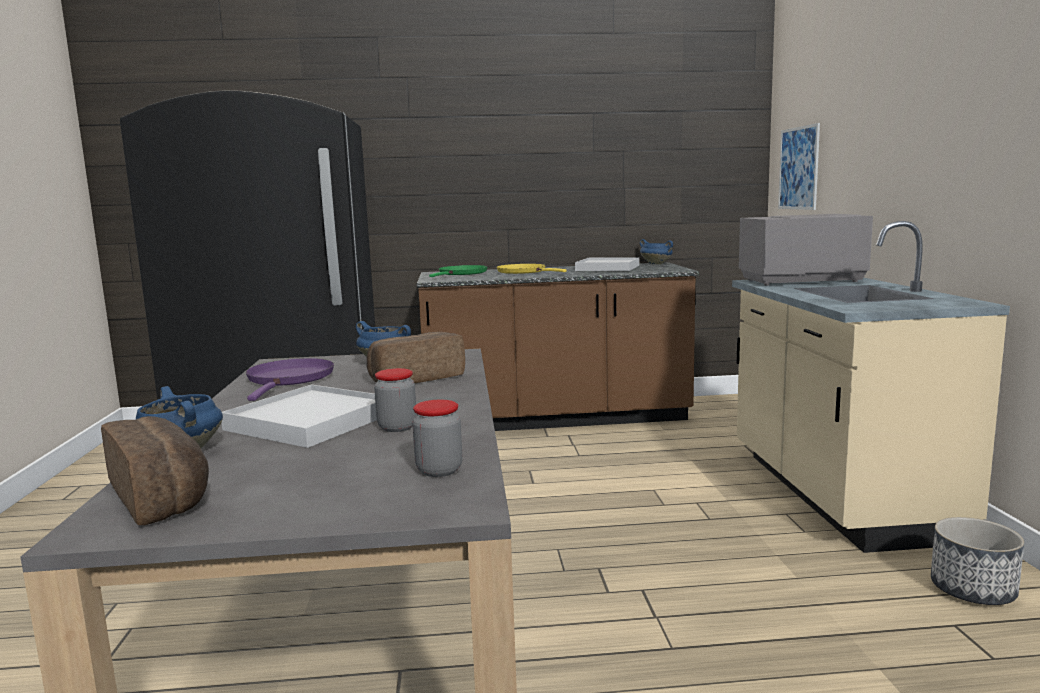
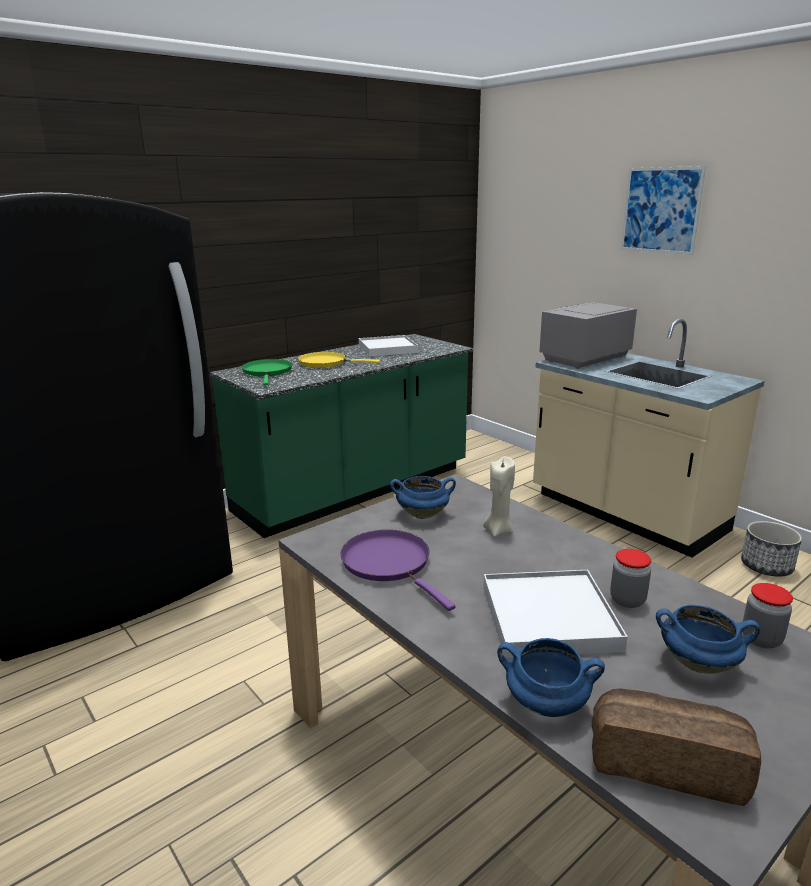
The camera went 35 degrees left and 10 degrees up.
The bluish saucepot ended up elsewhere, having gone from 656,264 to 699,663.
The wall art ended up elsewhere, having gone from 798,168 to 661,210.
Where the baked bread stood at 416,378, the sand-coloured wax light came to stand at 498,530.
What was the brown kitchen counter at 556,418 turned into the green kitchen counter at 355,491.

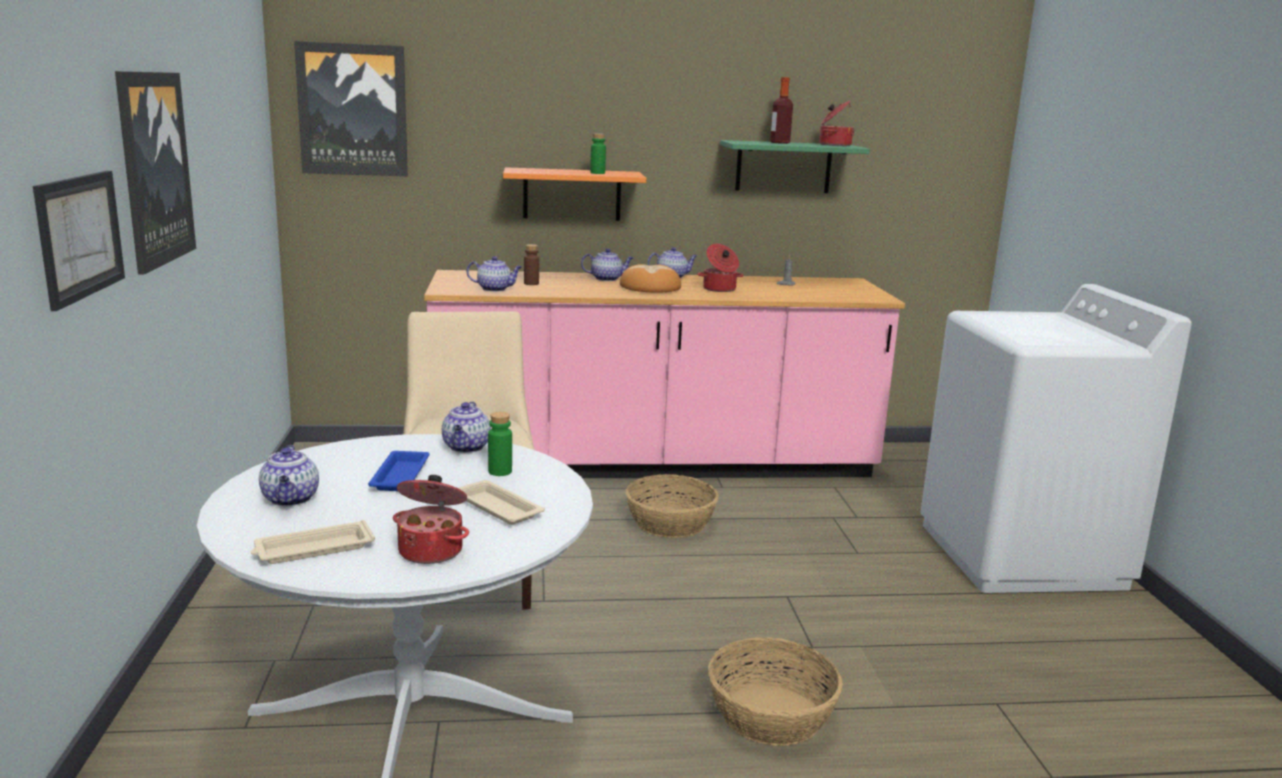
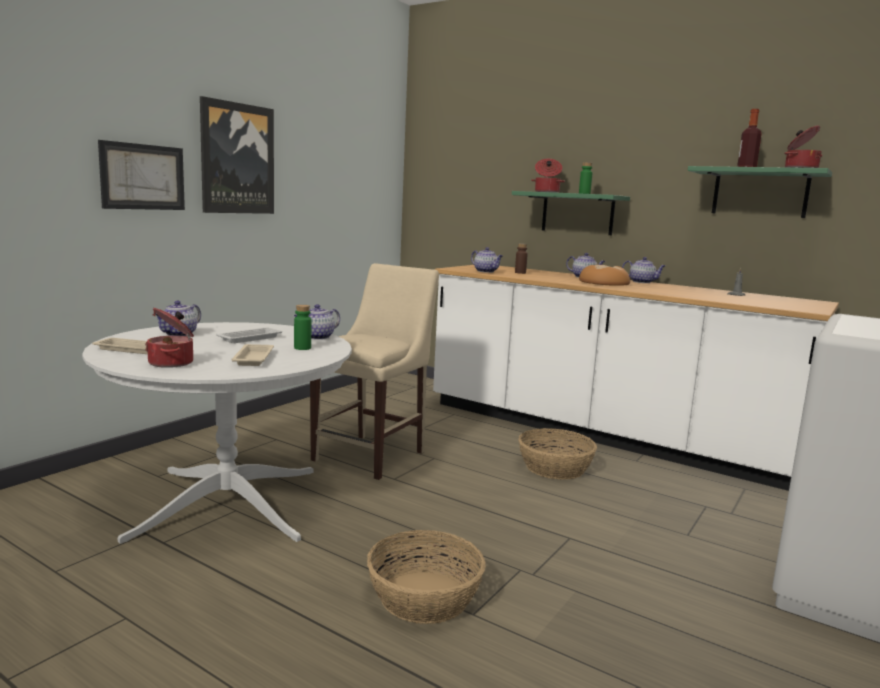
The camera went 40 degrees right and 5 degrees down.
The second view lost the wall art at 353,110.
The saucepot ended up elsewhere, having gone from 719,289 to 546,192.
What was the bluish tray at 401,475 turned into the white tray at 251,338.
What was the pink kitchen counter at 654,465 turned into the white kitchen counter at 602,434.
What was the orange-coloured shelf at 572,194 turned into the green shelf at 577,213.

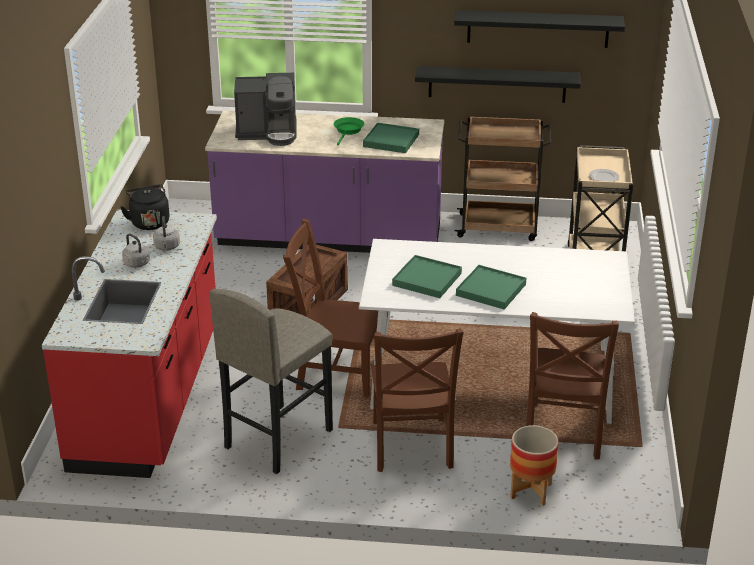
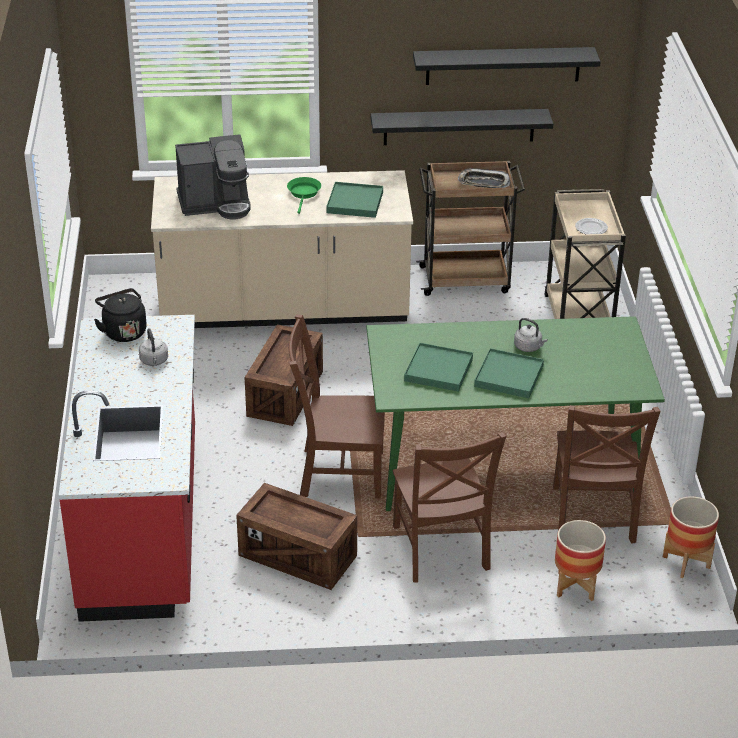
The camera went 10 degrees left and 5 degrees up.
The second view gained the tray at 483,183.
The second view gained the planter at 686,562.
The gray tea kettle ended up elsewhere, having gone from 138,264 to 529,347.
Where the gray stool seat stood at 277,438, the shipping crate came to stand at 297,556.
What was the purple kitchen counter at 329,237 turned into the sand-coloured kitchen counter at 284,308.
What was the white dinner table at 490,378 turned into the green dinner table at 502,462.

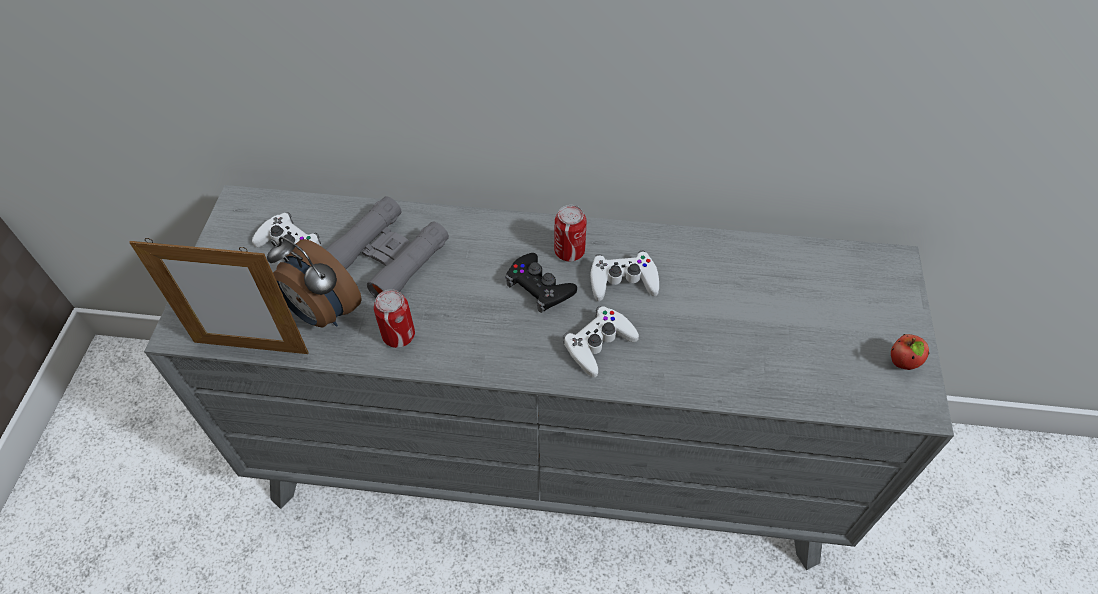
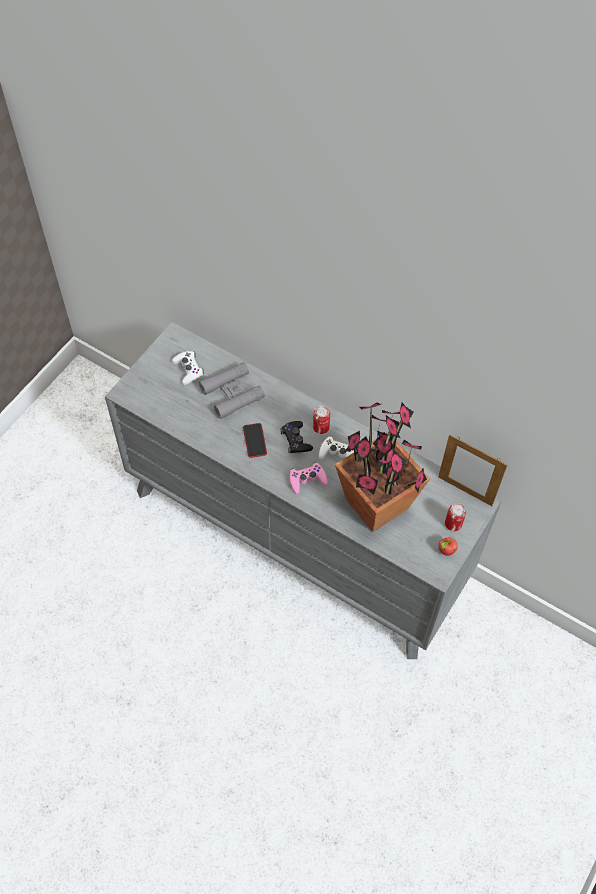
The camera went 25 degrees right and 5 degrees up.
The second view lost the alarm clock at 322,313.
The second view gained the phone at 255,440.
The second view gained the potted plant at 376,505.
The picture frame ended up elsewhere, having gone from 251,347 to 465,491.
The can ended up elsewhere, having gone from 398,335 to 453,524.
What was the white gamepad at 598,344 turned into the pink gamepad at 307,480.

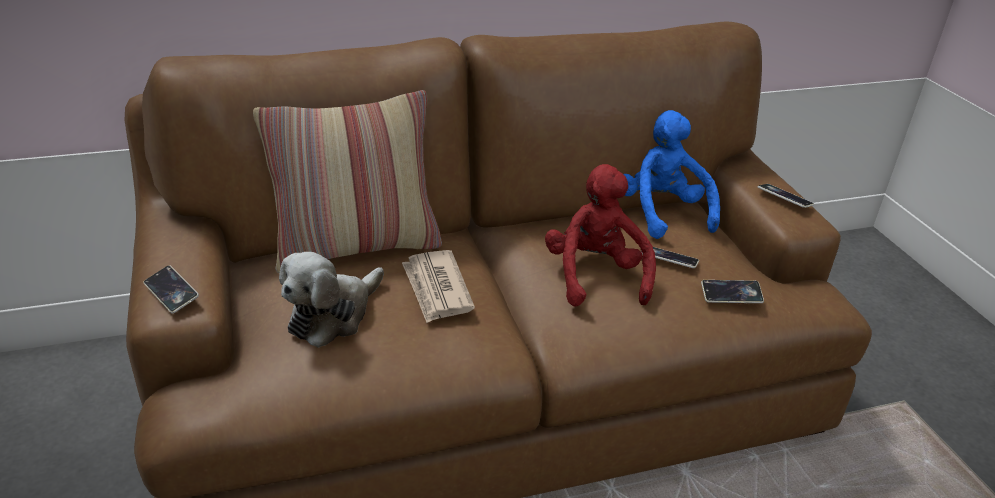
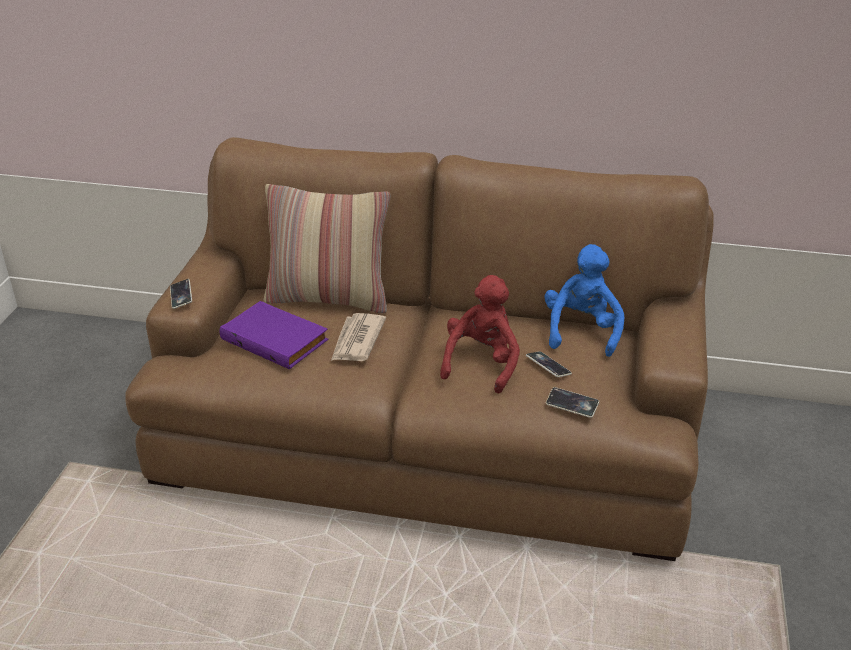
The camera went 30 degrees right and 0 degrees up.
The second view lost the phone at 784,199.
Where the soft toy stood at 333,315, the purple bound book came to stand at 276,339.

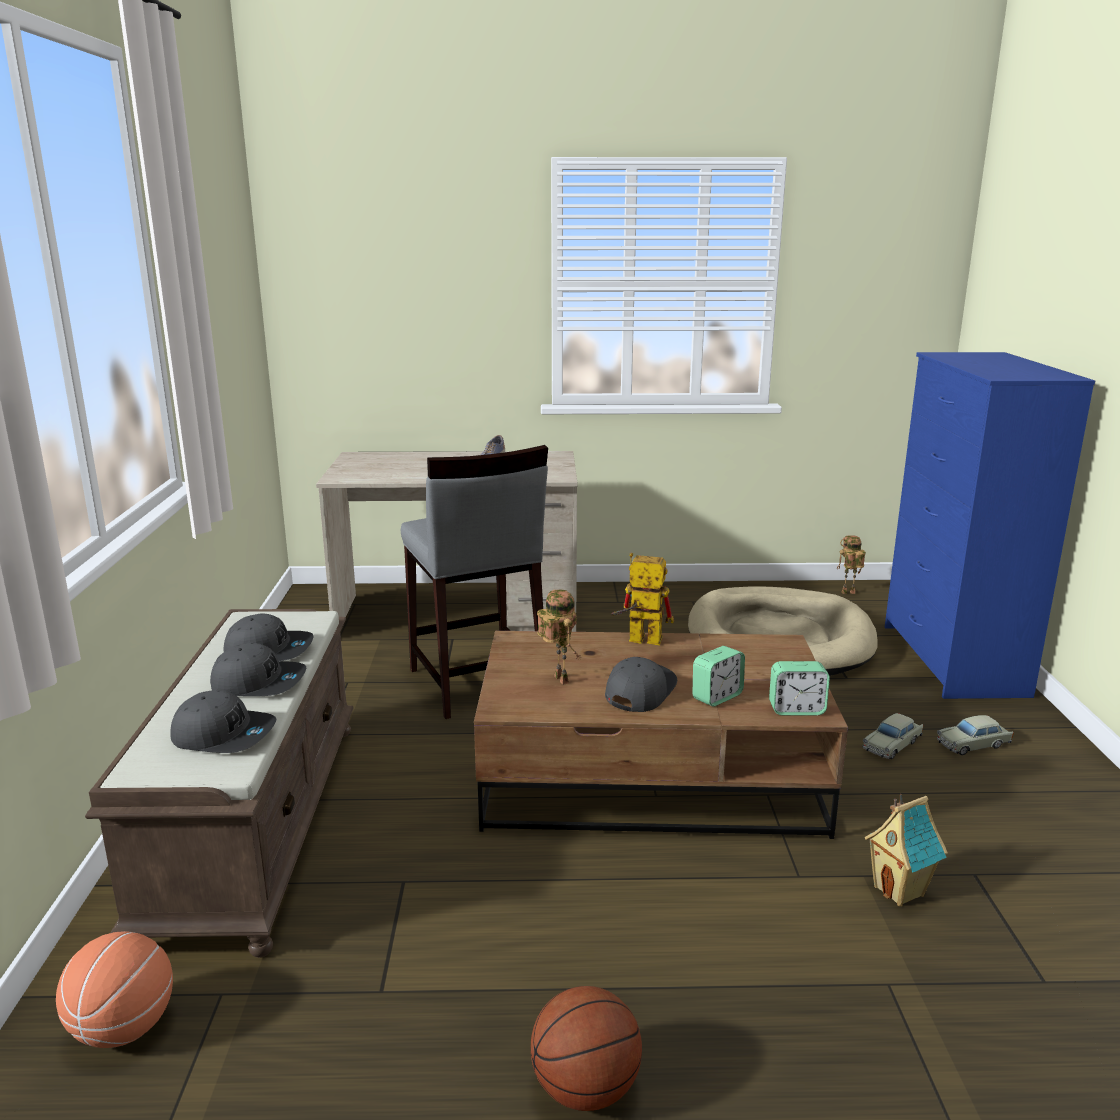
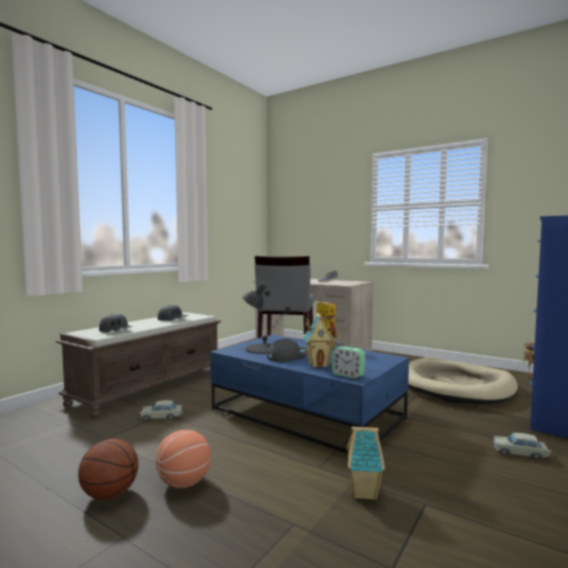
The camera went 35 degrees right and 15 degrees down.
The second view lost the gray peaked cap at 259,682.
The ball for basketball ended up elsewhere, having gone from 124,1027 to 184,482.
The sand-coloured model car ended up elsewhere, having gone from 892,745 to 162,417.
Where the toy robot stood at 558,679, the black-coloured lamp for a table came to stand at 264,348.
Where the alarm clock stood at 717,697, the toy house came to stand at 318,364.
What was the brown low table at 652,777 turned into the bluish low table at 308,414.

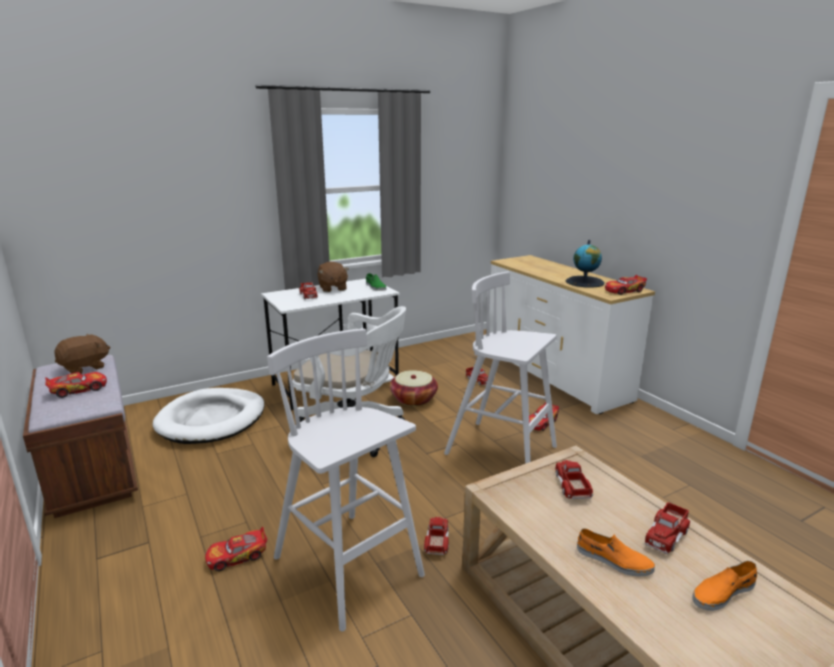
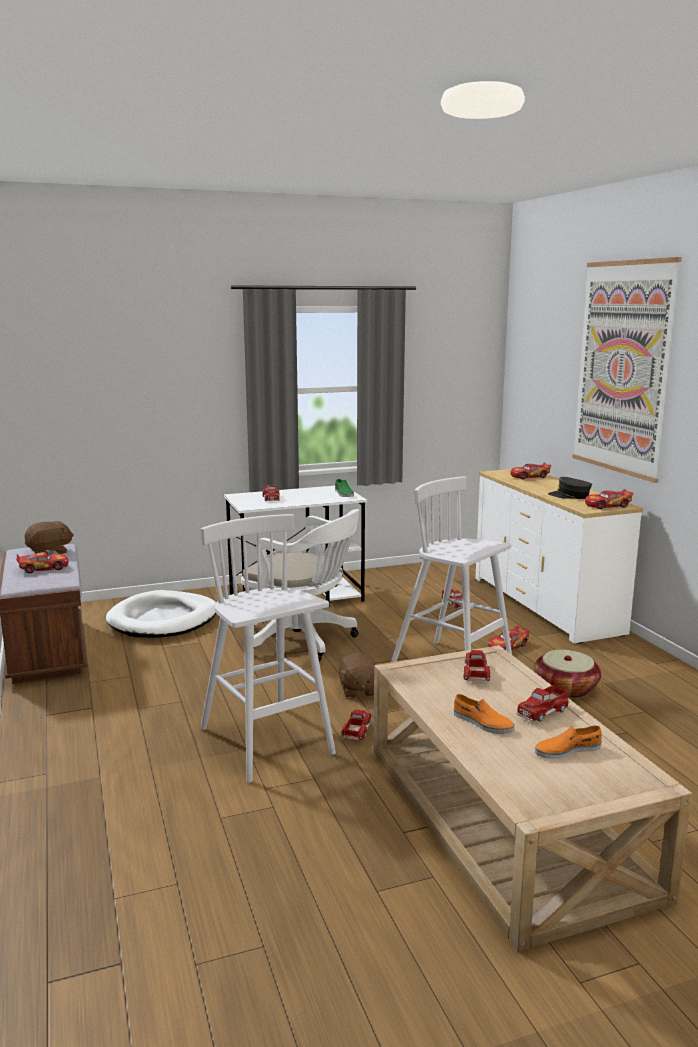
The camera went 10 degrees right and 5 degrees down.
The second view gained the wall art at 622,368.
The model car ended up elsewhere, having gone from 237,556 to 530,476.
The brown soft toy ended up elsewhere, having gone from 332,288 to 358,690.
The storage basket ended up elsewhere, having gone from 413,399 to 566,688.
Where the desk globe stood at 585,282, the gray peaked cap came to stand at 570,496.

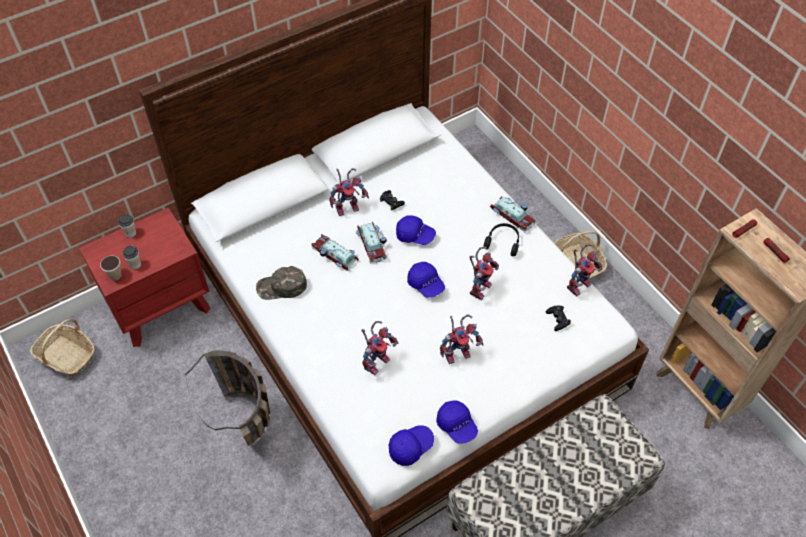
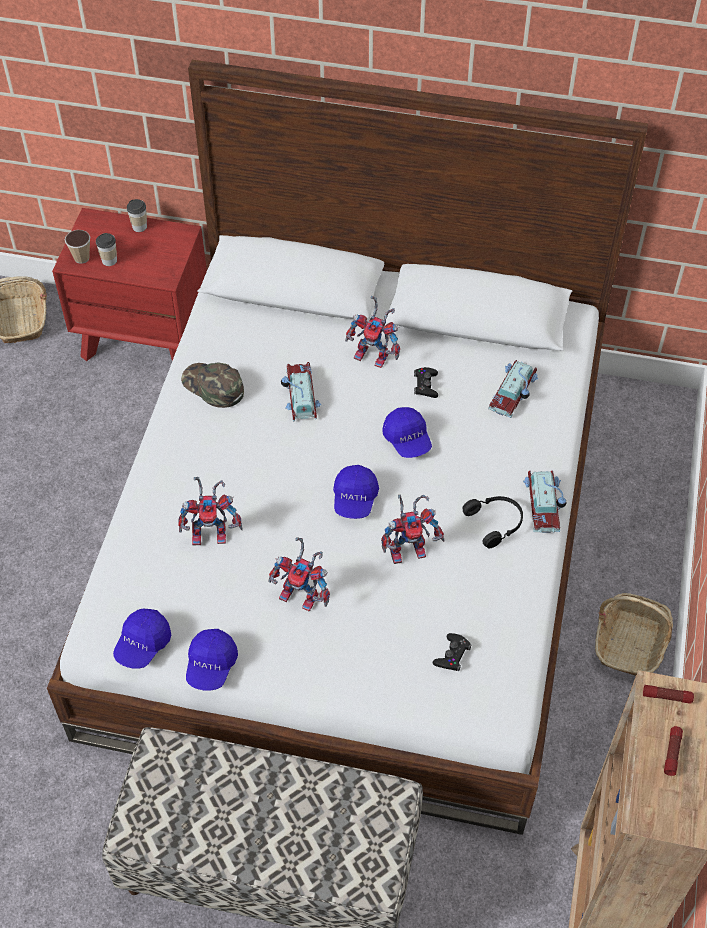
The camera went 45 degrees right and 0 degrees up.
The second view lost the storage basket at 250,427.
The second view lost the toy robot at 578,283.
The model car ended up elsewhere, having gone from 372,243 to 514,391.
The bluish peaked cap at 410,447 ended up facing another way, 105 degrees clockwise from before.

